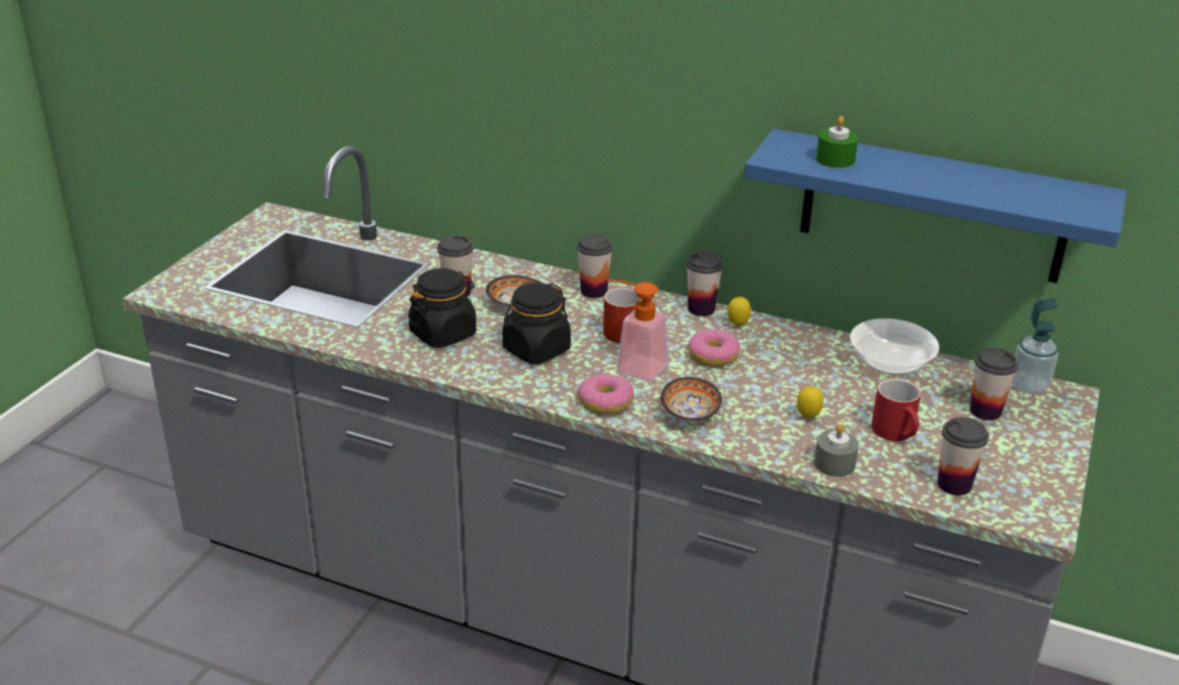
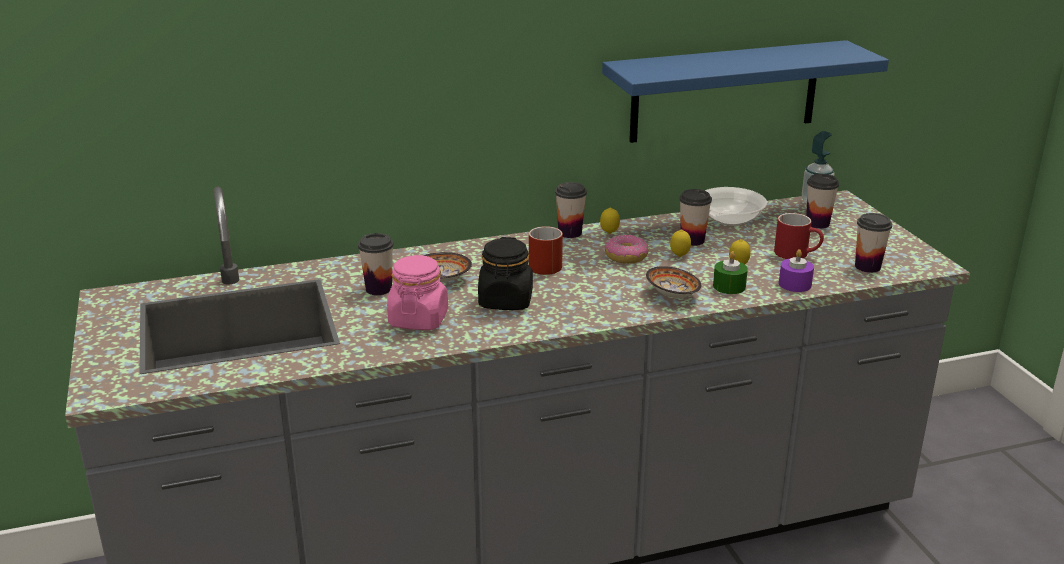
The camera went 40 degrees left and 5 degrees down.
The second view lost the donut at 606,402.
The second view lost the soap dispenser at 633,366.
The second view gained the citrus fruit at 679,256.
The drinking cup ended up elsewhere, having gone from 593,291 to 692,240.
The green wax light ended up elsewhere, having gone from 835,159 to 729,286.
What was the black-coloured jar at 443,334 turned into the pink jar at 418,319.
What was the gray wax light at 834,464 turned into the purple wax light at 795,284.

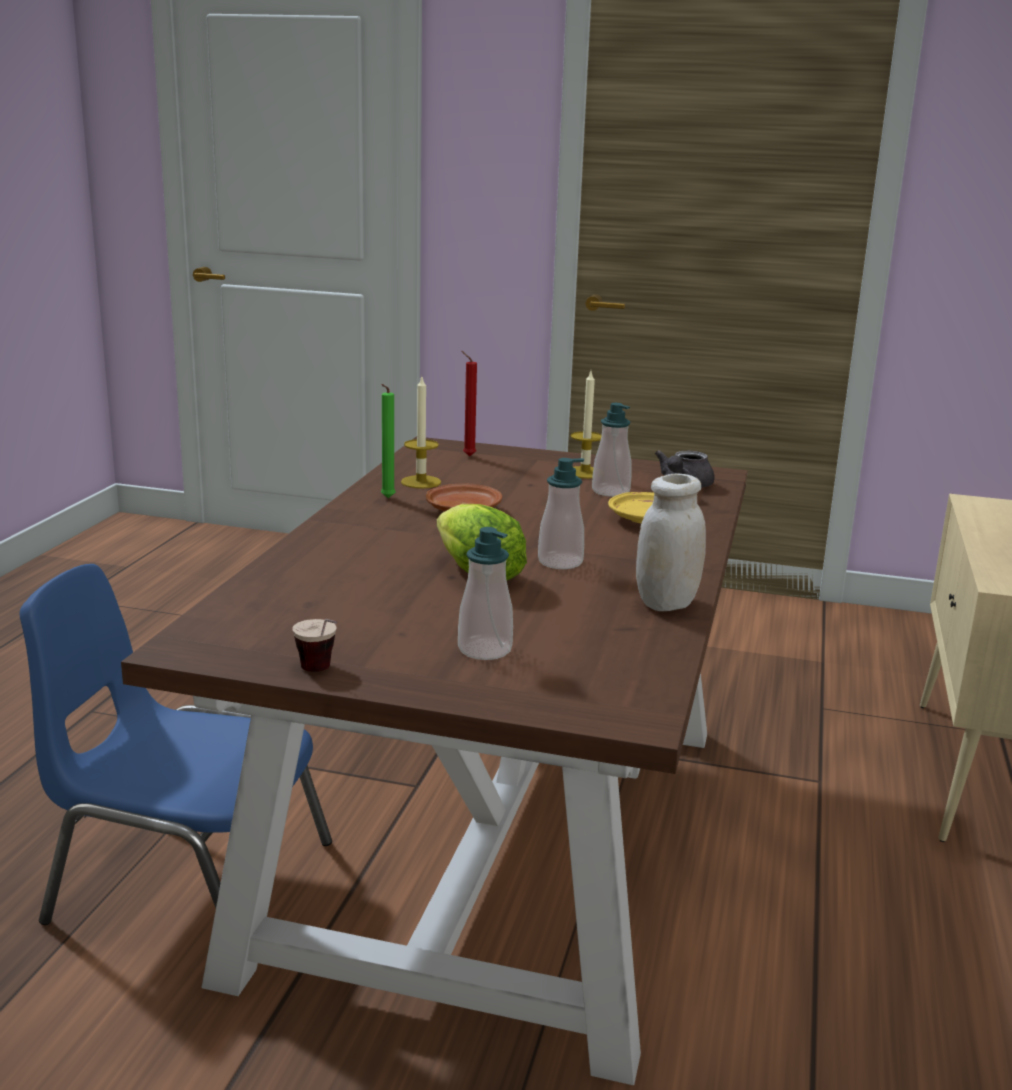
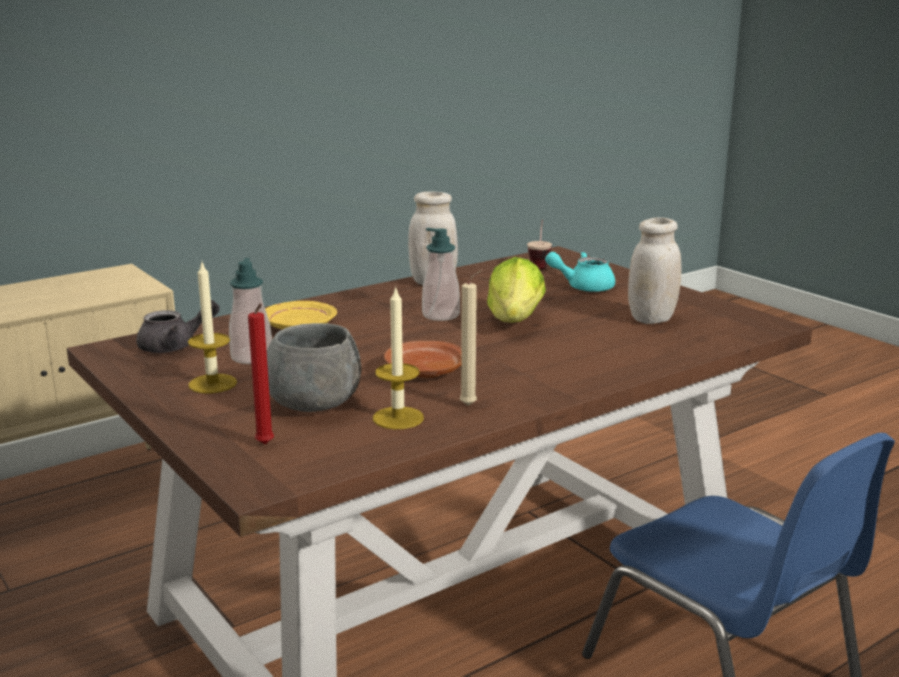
The camera went 140 degrees left and 0 degrees up.
The second view gained the gray serving bowl at 314,405.
The second view gained the white jar at 652,319.
The drinking cup ended up elsewhere, having gone from 322,673 to 539,264.
Where the soap dispenser stood at 485,649, the blue-green pot for tea came to stand at 583,287.
What was the green wax light at 386,498 turned into the sand-coloured wax light at 471,405.

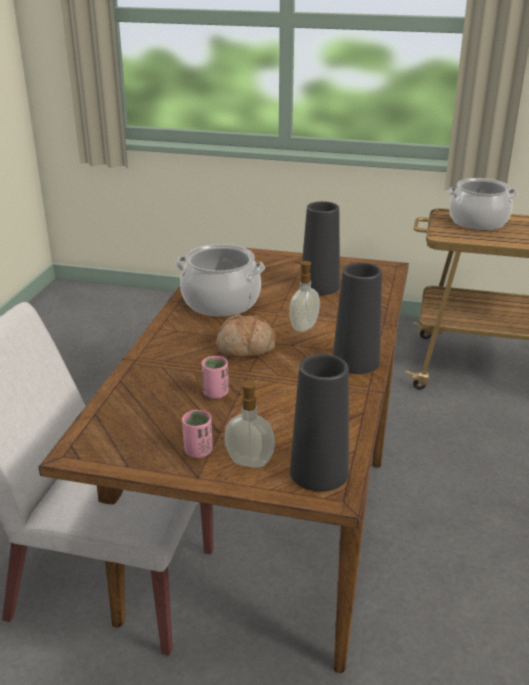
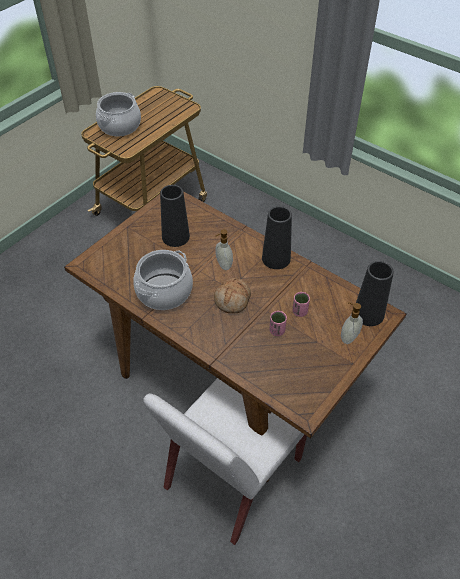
The camera went 65 degrees left and 20 degrees up.
The pink drinking cup ended up elsewhere, having gone from 198,451 to 300,311.

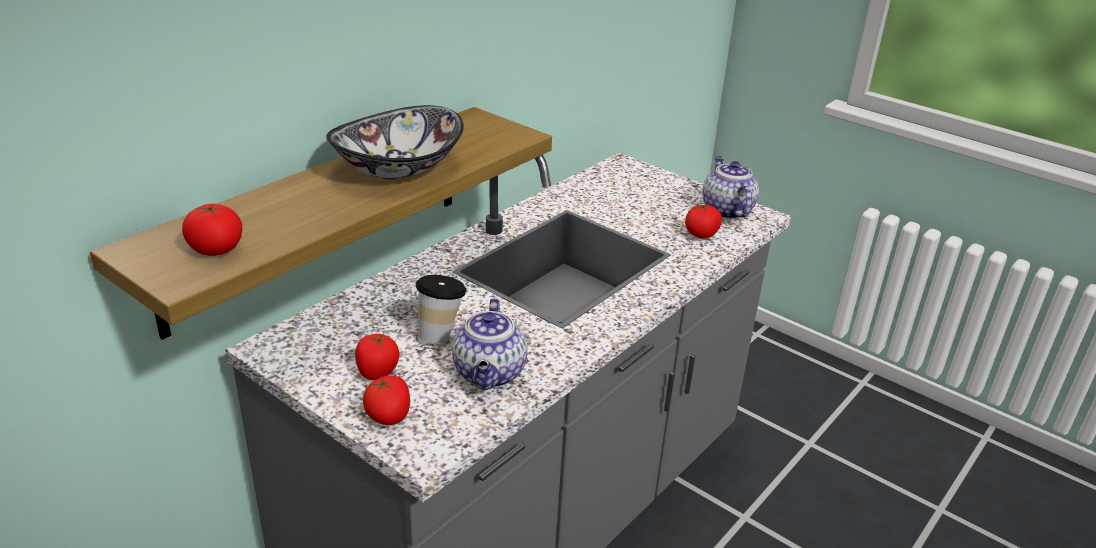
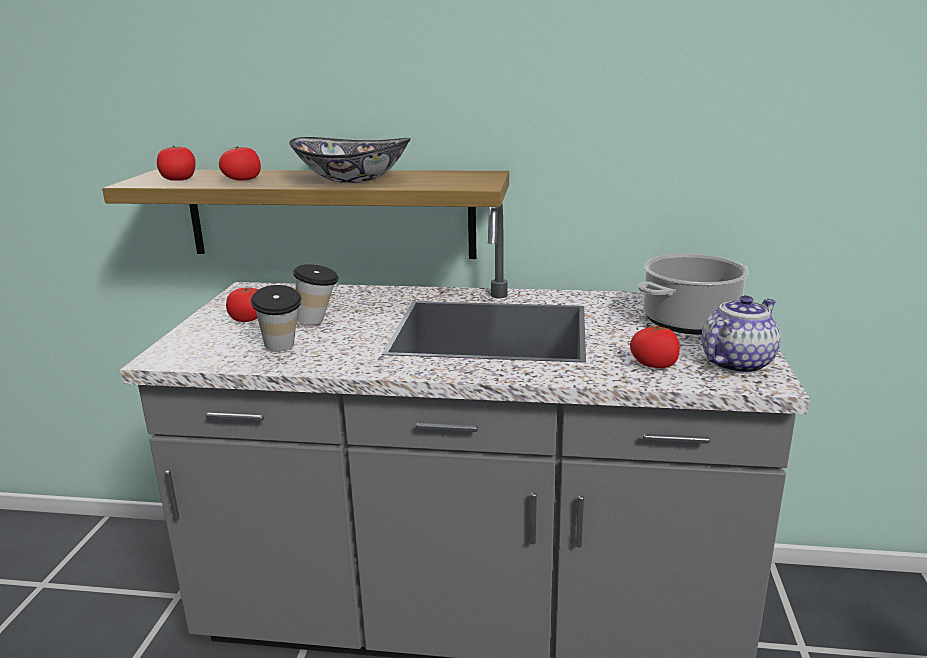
The camera went 60 degrees right and 10 degrees down.
The second view gained the saucepot at 689,322.
The whole tomato ended up elsewhere, having gone from 389,416 to 242,180.
Where the pot for tea stood at 490,374, the drinking cup came to stand at 282,349.

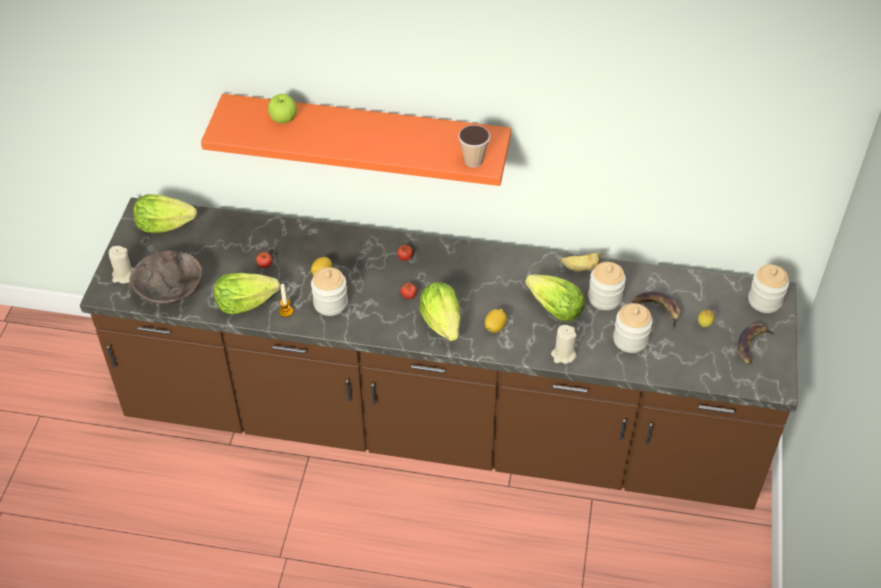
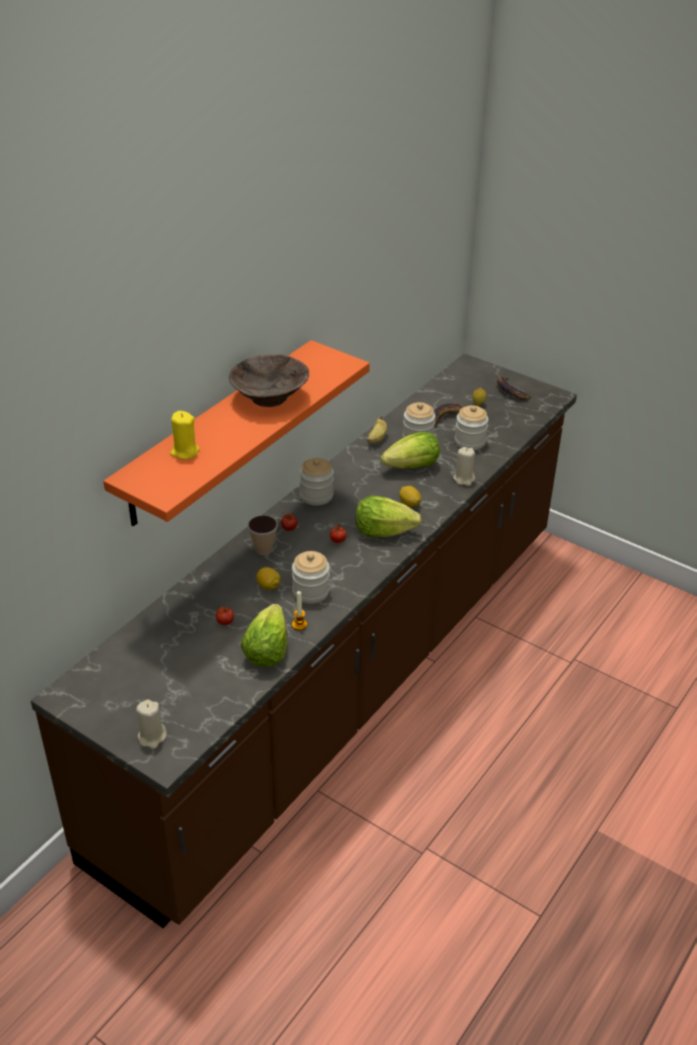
The camera went 65 degrees left and 10 degrees down.
The second view lost the head of lettuce at 164,225.
The brown serving bowl ended up elsewhere, having gone from 171,292 to 270,397.
The drinking cup ended up elsewhere, having gone from 473,161 to 263,549.
The jar ended up elsewhere, having gone from 765,300 to 316,496.
Where the whole apple stood at 283,119, the yellow wax light came to stand at 184,452.

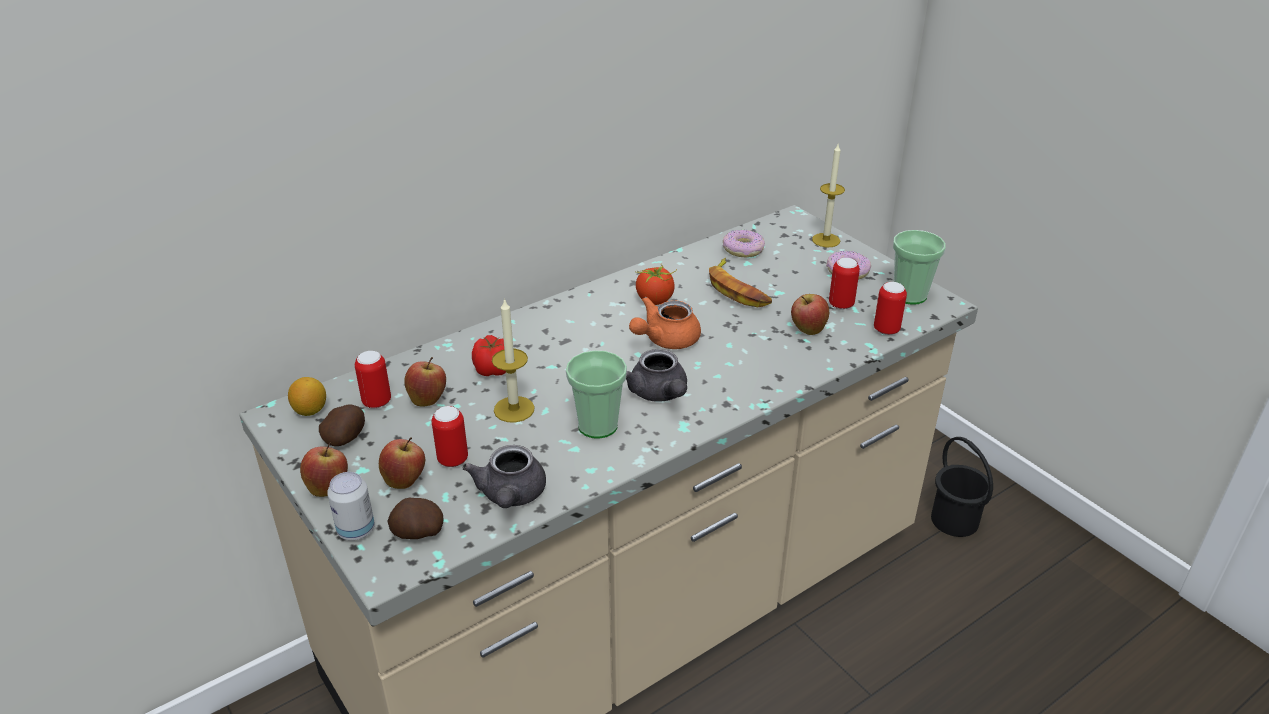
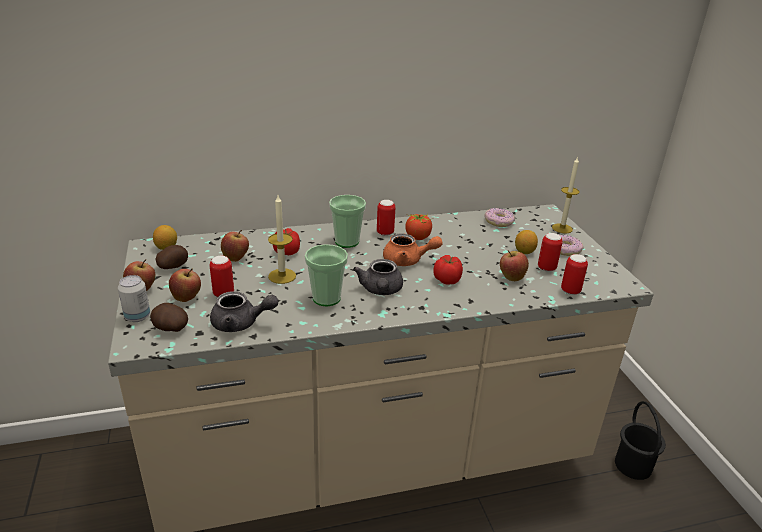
The camera went 20 degrees right and 5 degrees down.
The second view lost the banana at 738,289.
The second view gained the whole tomato at 447,280.
The second view gained the citrus fruit at 524,252.
The can ended up elsewhere, having gone from 377,402 to 385,233.
The drinking cup ended up elsewhere, having gone from 909,295 to 347,241.
The gray pot for tea at 510,496 ended up facing another way, 105 degrees counterclockwise from before.
The orange-coloured pot for tea at 665,340 ended up facing another way, 150 degrees counterclockwise from before.

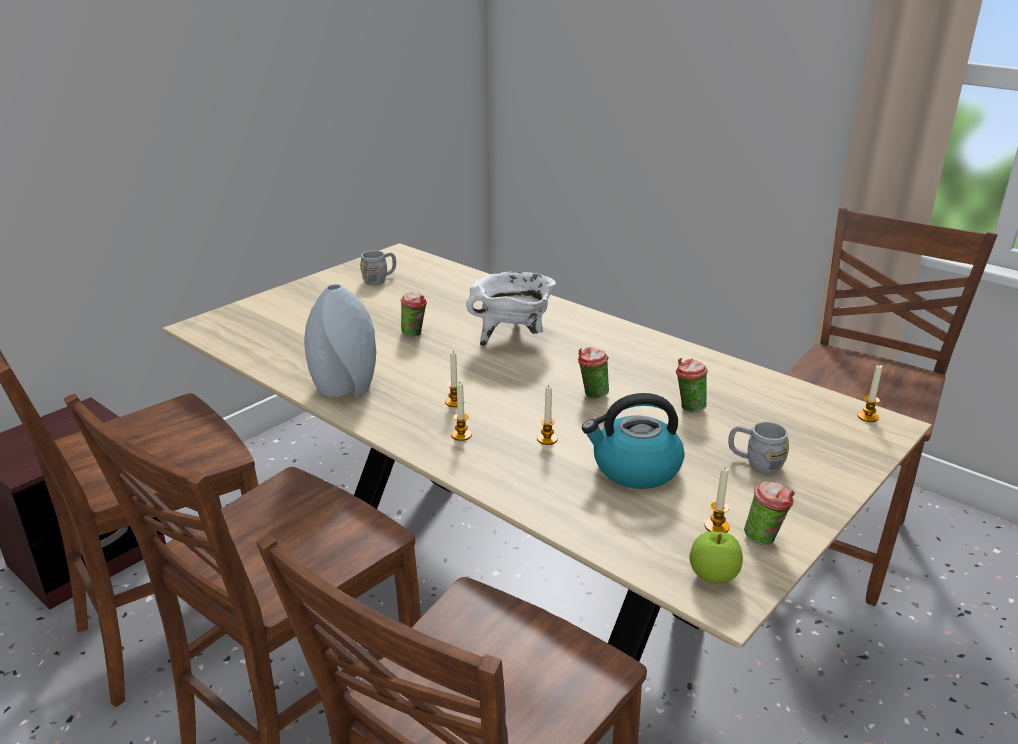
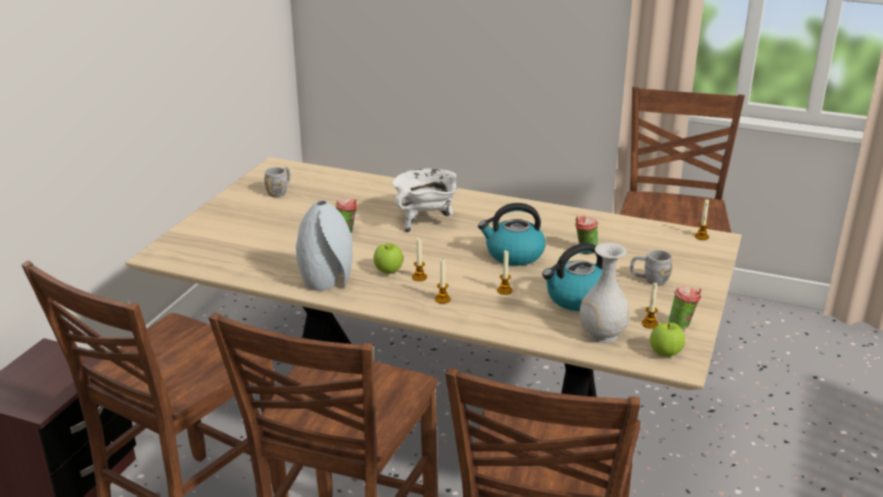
The camera went 20 degrees left and 0 degrees up.
The second view gained the whole apple at 388,271.
The second view gained the white vase at 602,334.
Where the drinking cup stood at 591,395, the tea kettle came to stand at 513,254.

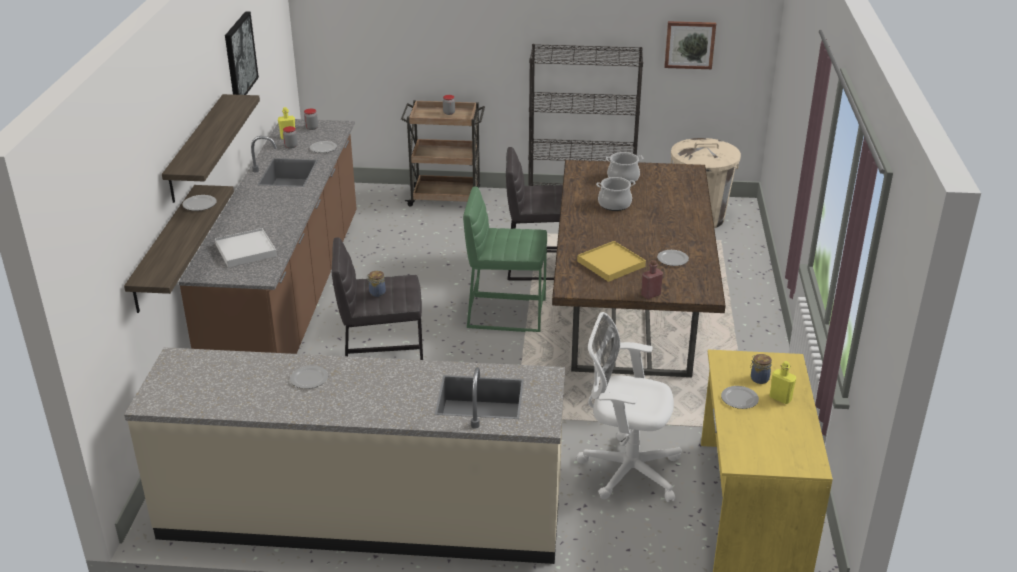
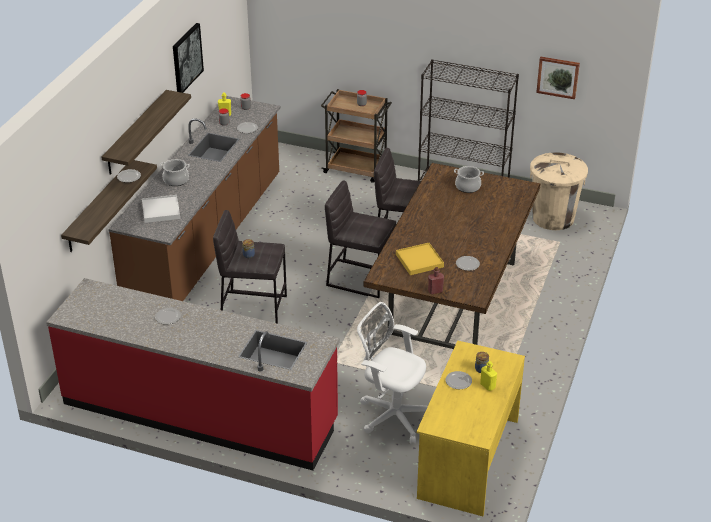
The camera went 15 degrees right and 5 degrees up.
The saucepot ended up elsewhere, having gone from 614,204 to 176,180.
What was the sand-coloured kitchen counter at 362,514 turned into the red kitchen counter at 200,412.
What was the green stool seat at 506,313 turned into the gray stool seat at 360,278.

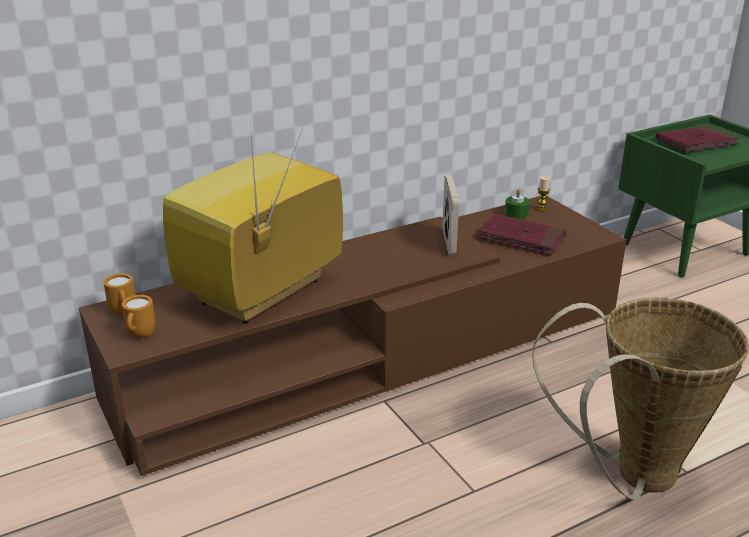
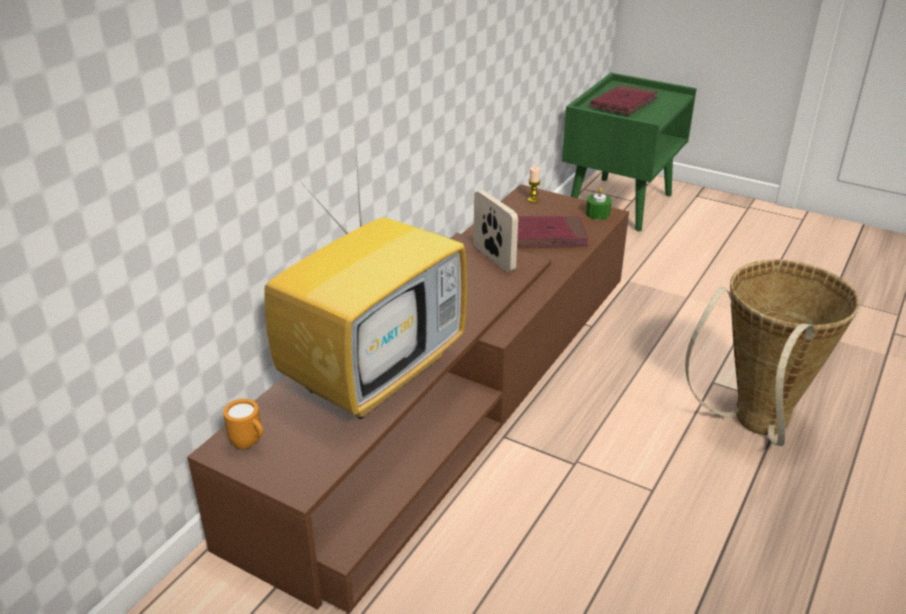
The camera went 30 degrees left and 5 degrees up.
The second view lost the orange-coloured coffee mug at 140,336.
The green wax light ended up elsewhere, having gone from 516,214 to 598,214.
The television at 261,294 ended up facing another way, 150 degrees counterclockwise from before.

